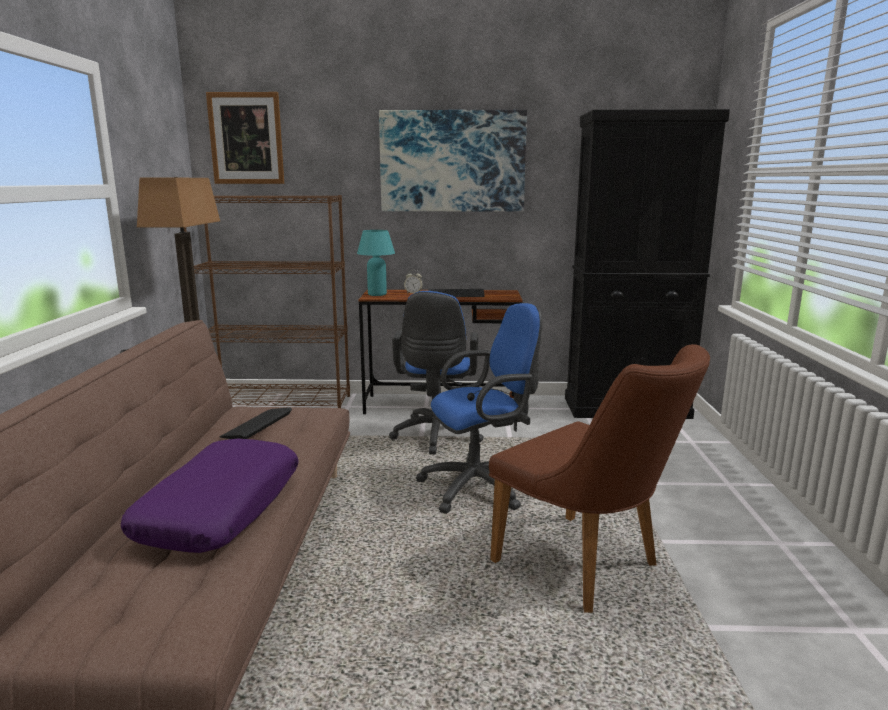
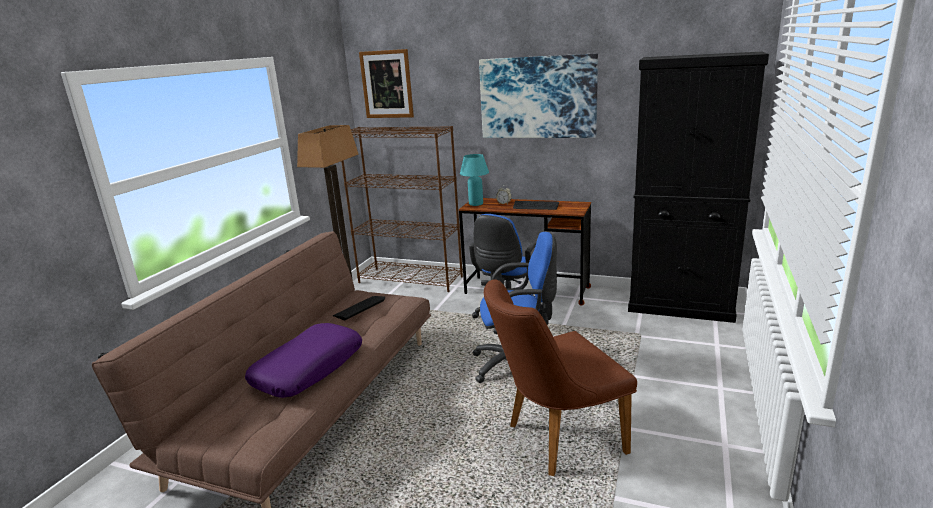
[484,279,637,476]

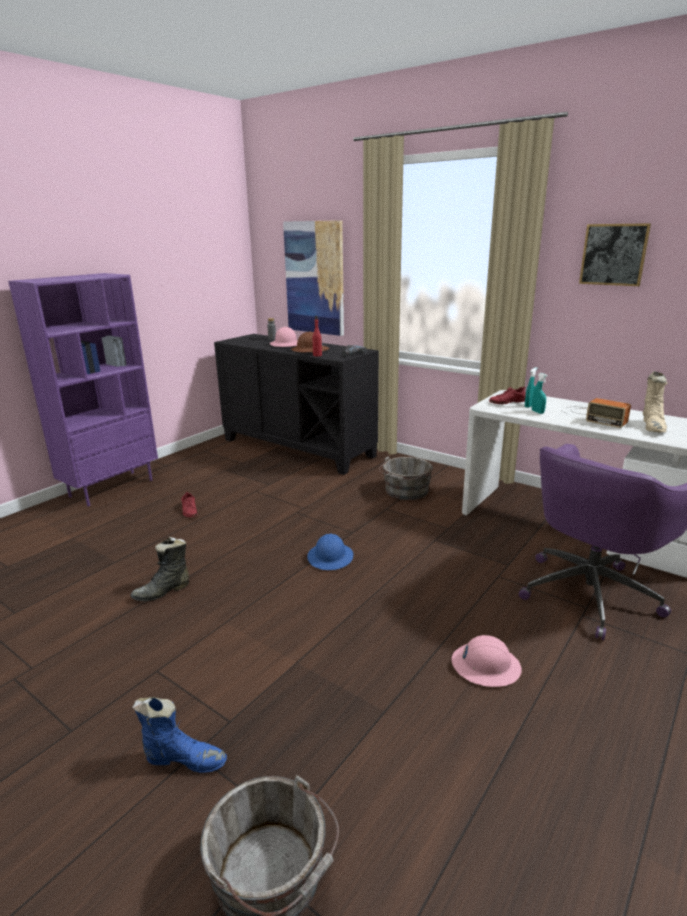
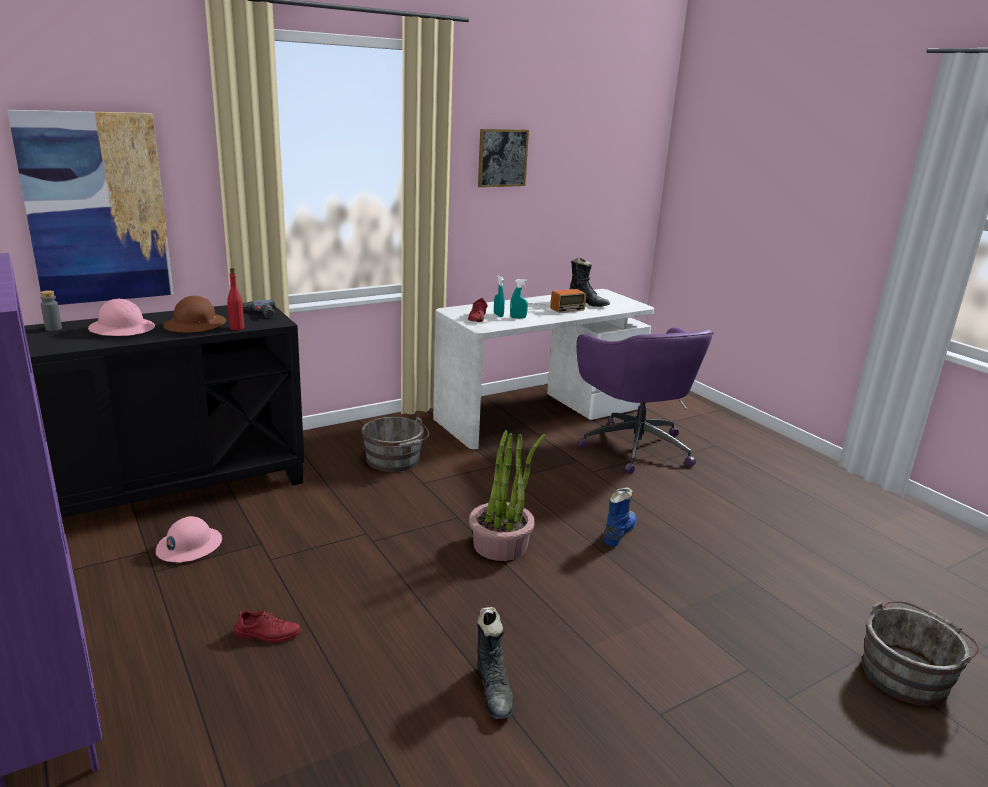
[604,487,636,546]
[469,430,545,561]
[156,516,222,562]
[570,258,610,307]

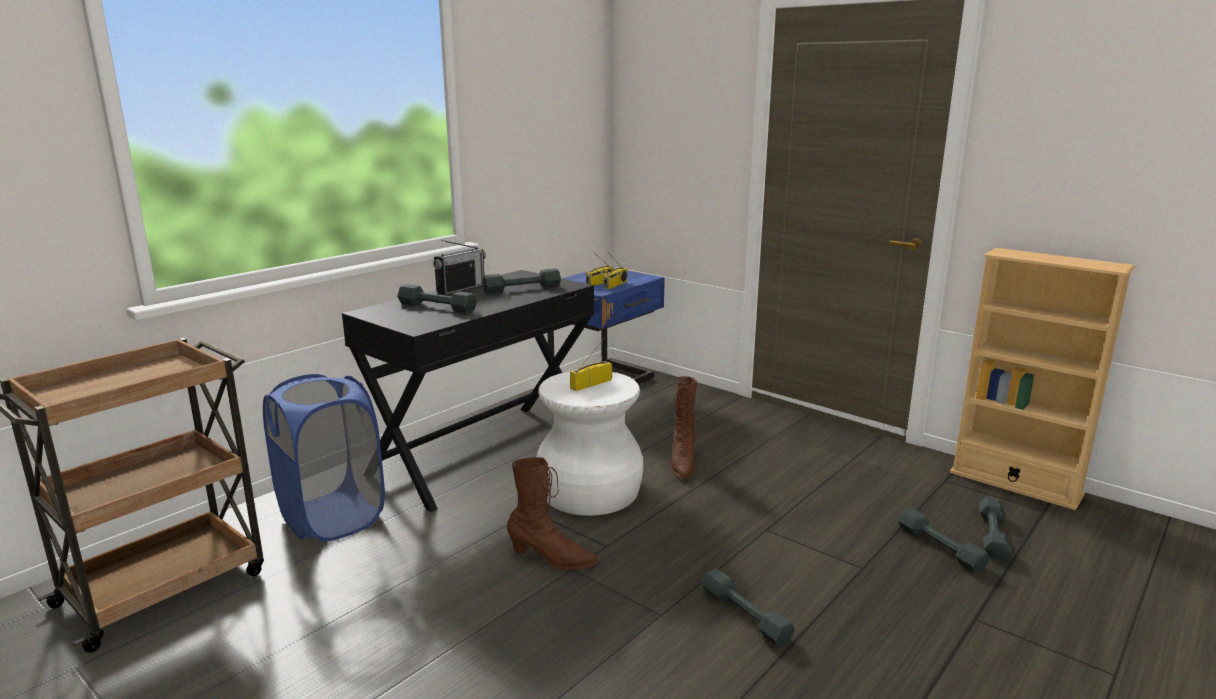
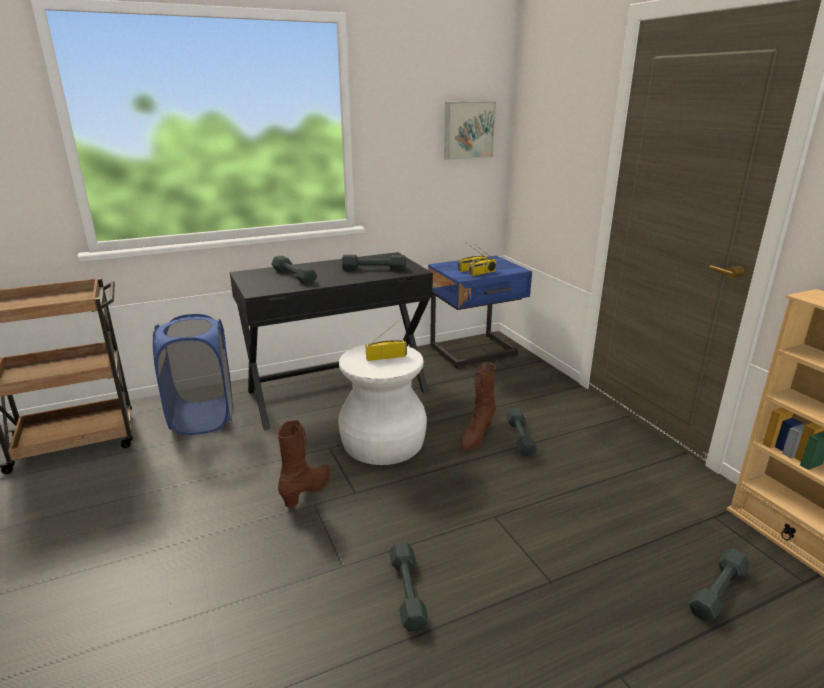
[433,240,486,295] (first image)
[278,420,331,508]
[506,408,537,456]
[444,101,496,160]

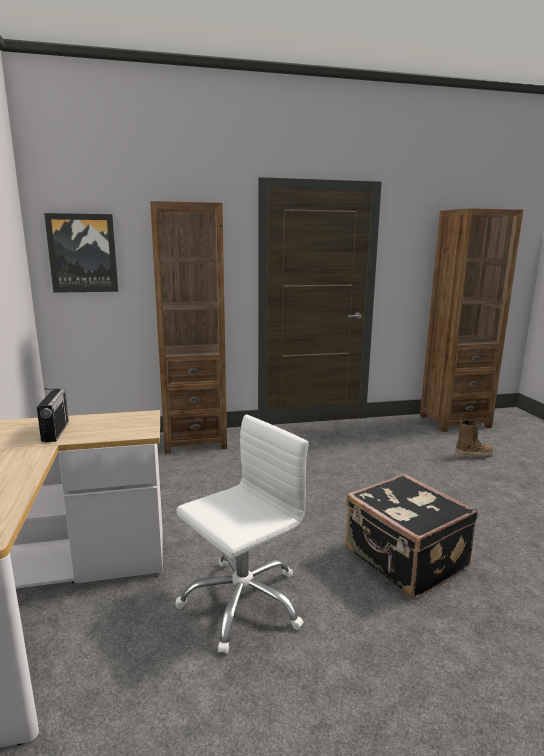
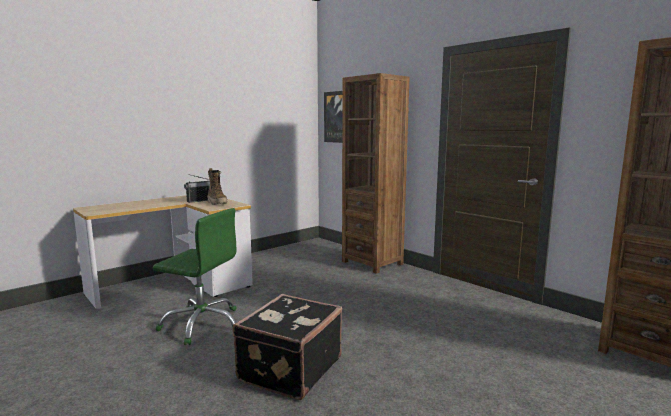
[153,208,237,345]
[207,168,227,205]

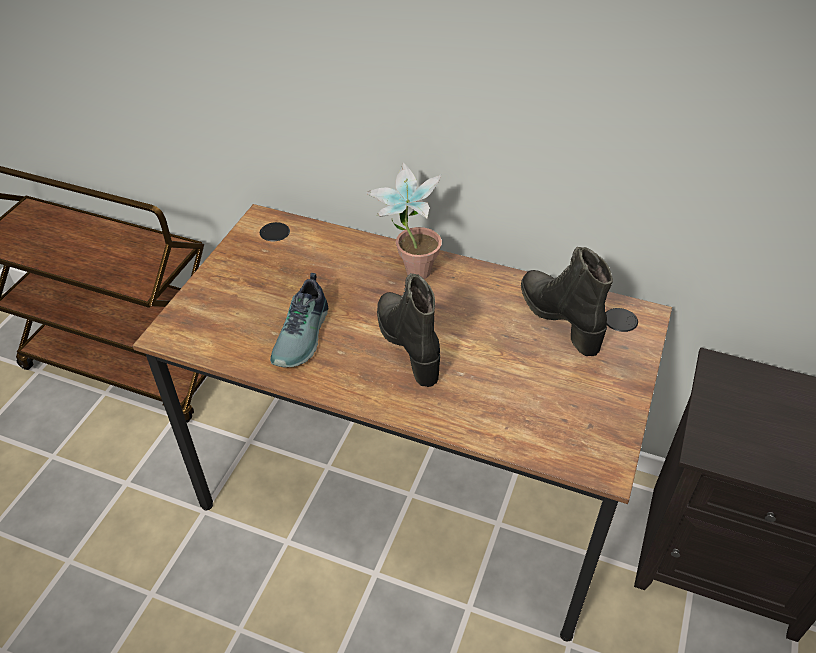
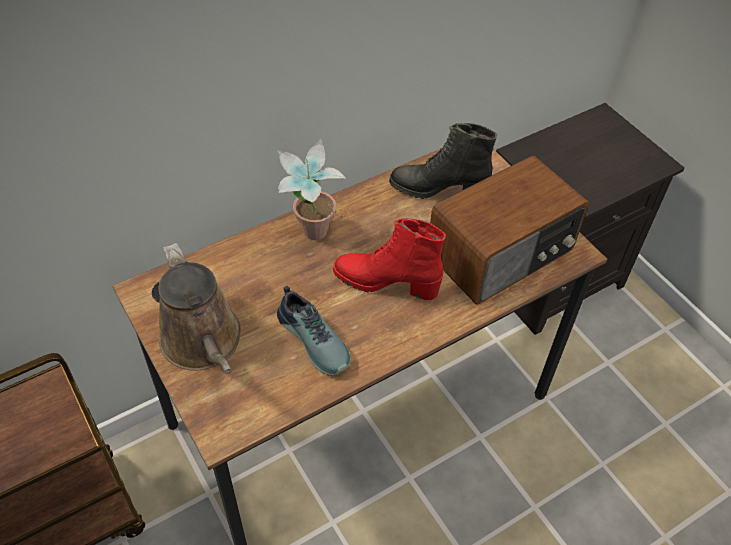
[333,218,446,300]
[158,243,241,374]
[430,156,589,305]

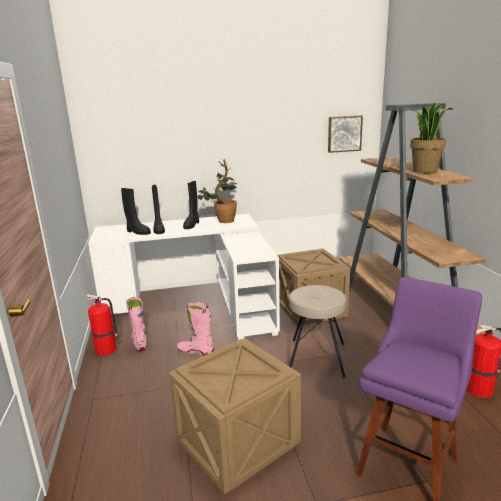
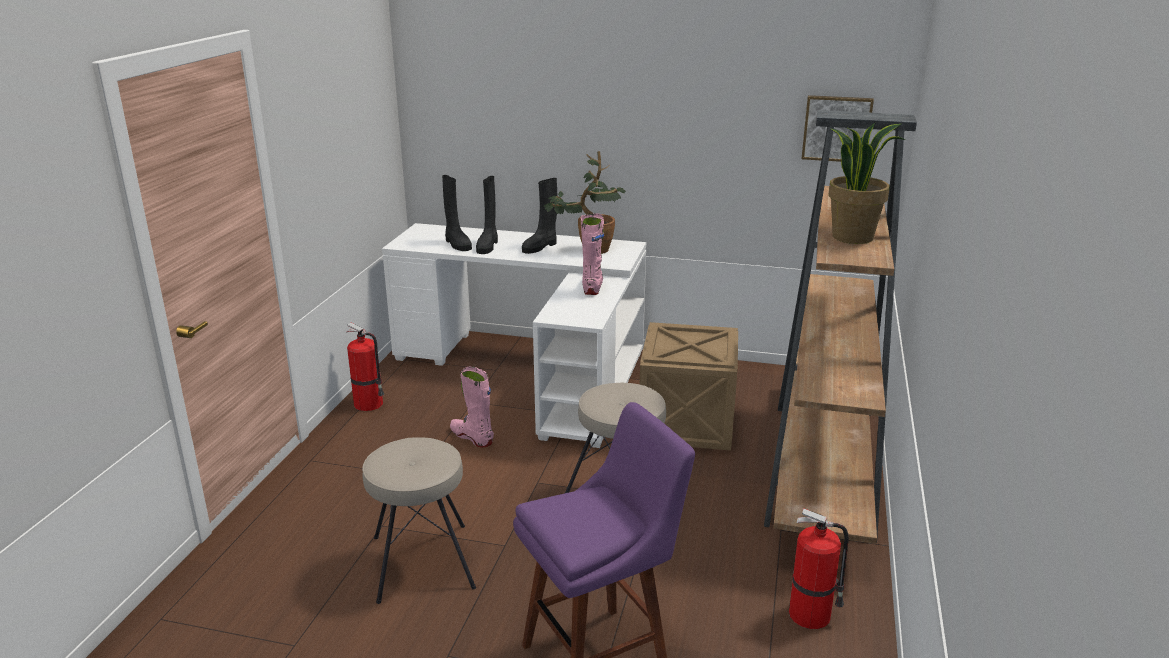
[581,213,604,295]
[362,437,476,604]

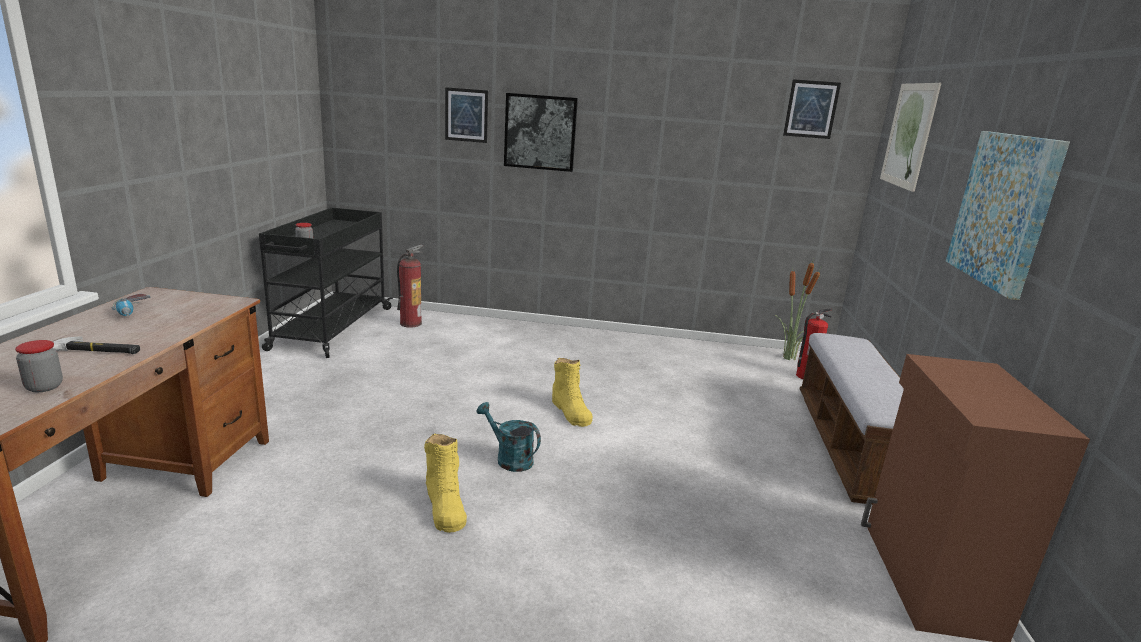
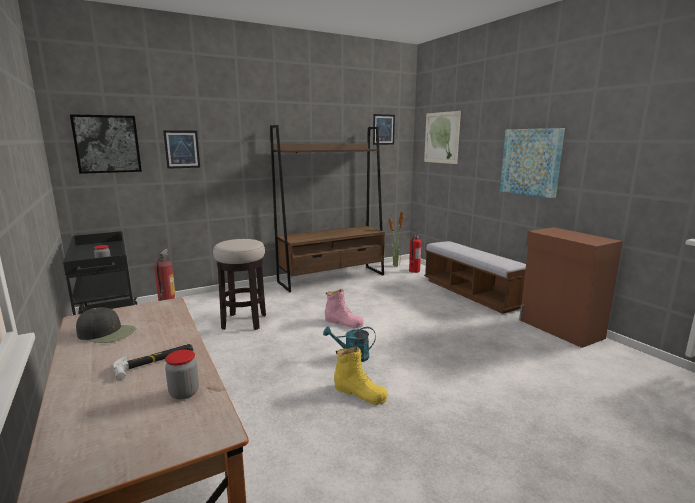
[76,307,136,343]
[70,114,142,174]
[325,289,364,328]
[213,239,266,330]
[270,125,385,293]

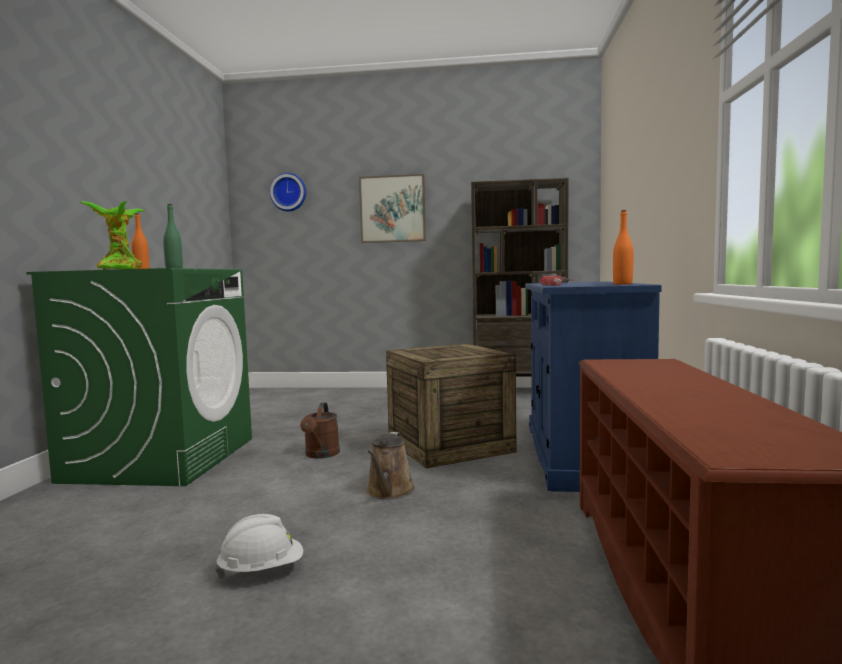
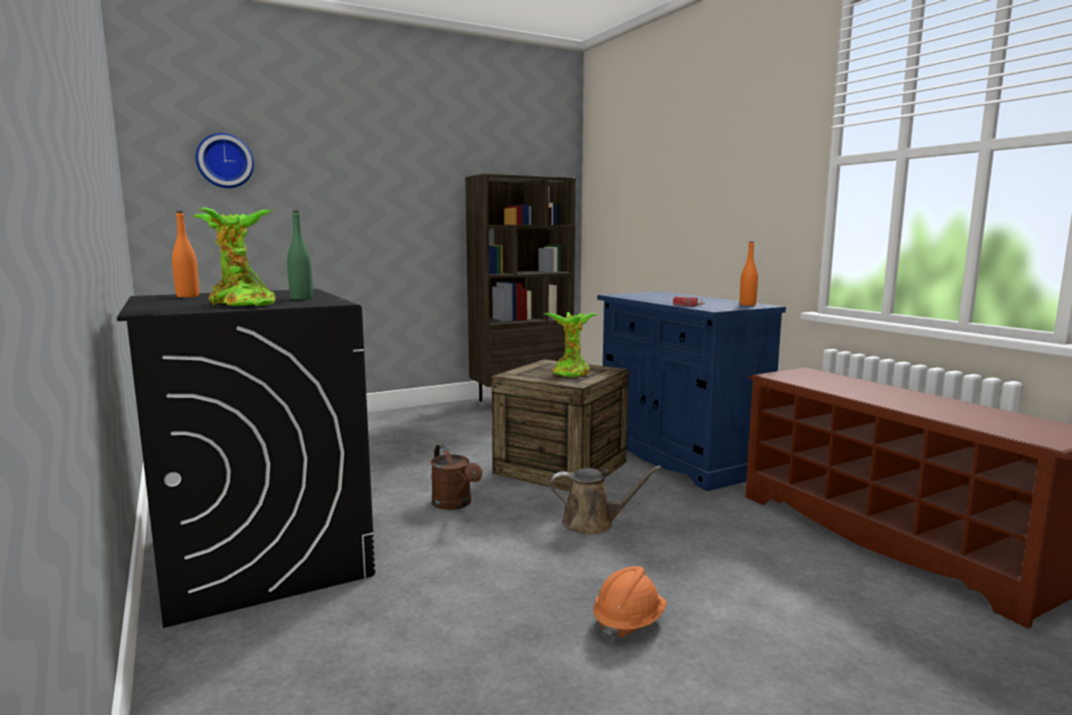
[117,289,375,628]
[593,566,667,641]
[359,174,426,243] (first image)
[550,465,662,535]
[545,312,597,377]

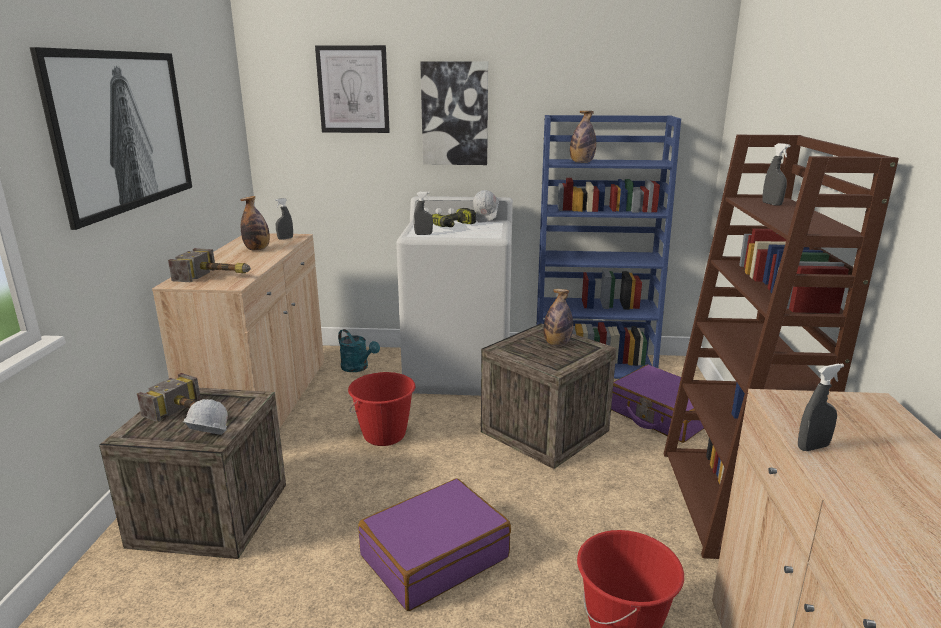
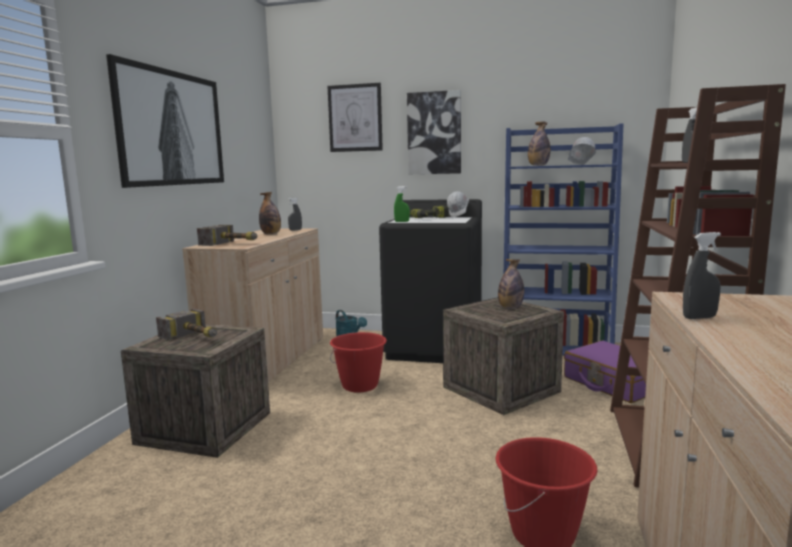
[568,137,596,165]
[358,478,511,611] (first image)
[379,199,482,363]
[394,186,410,222]

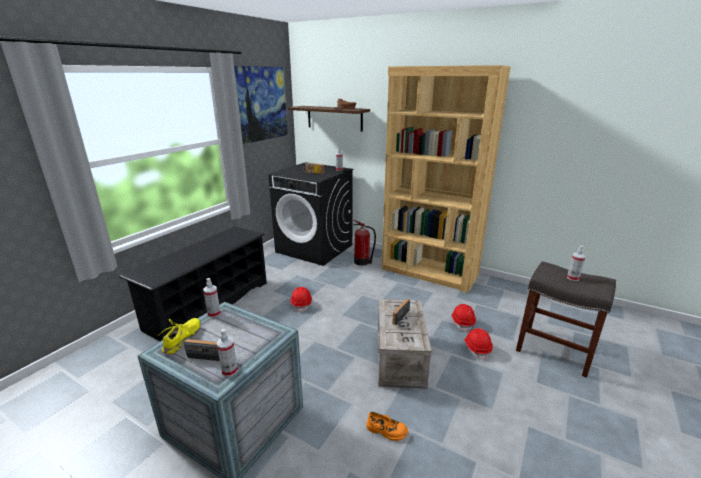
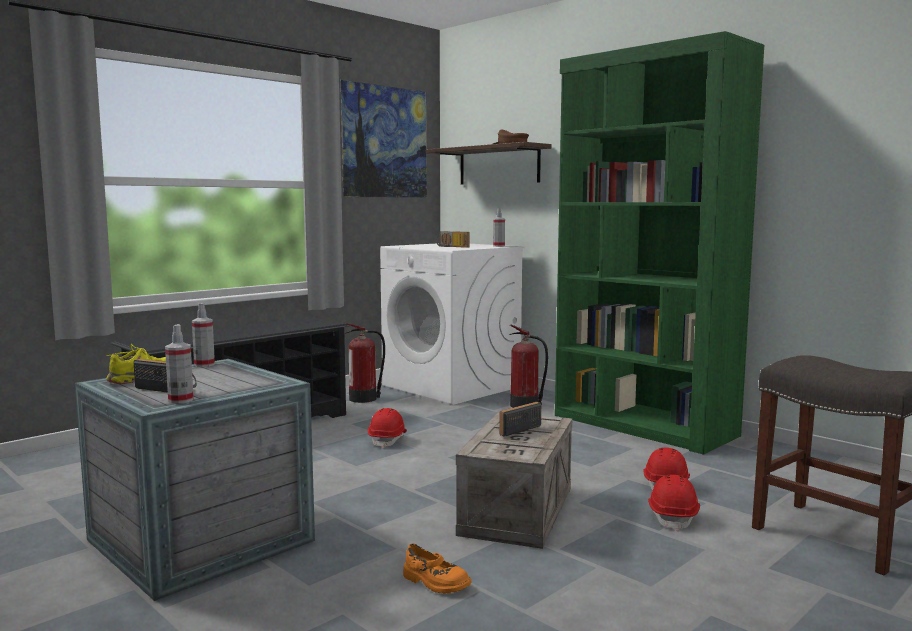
[380,243,525,405]
[555,31,764,455]
[567,245,586,281] (first image)
[345,323,385,403]

